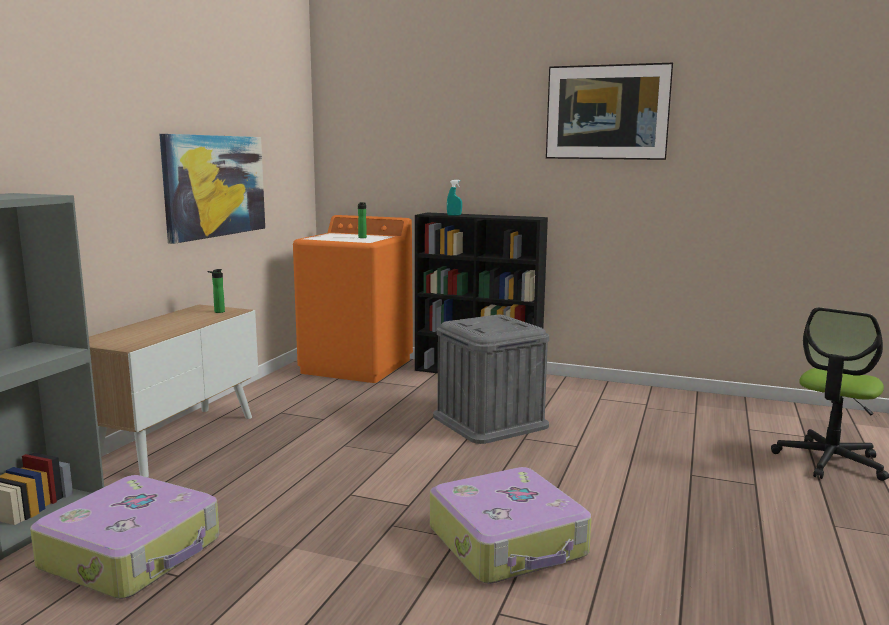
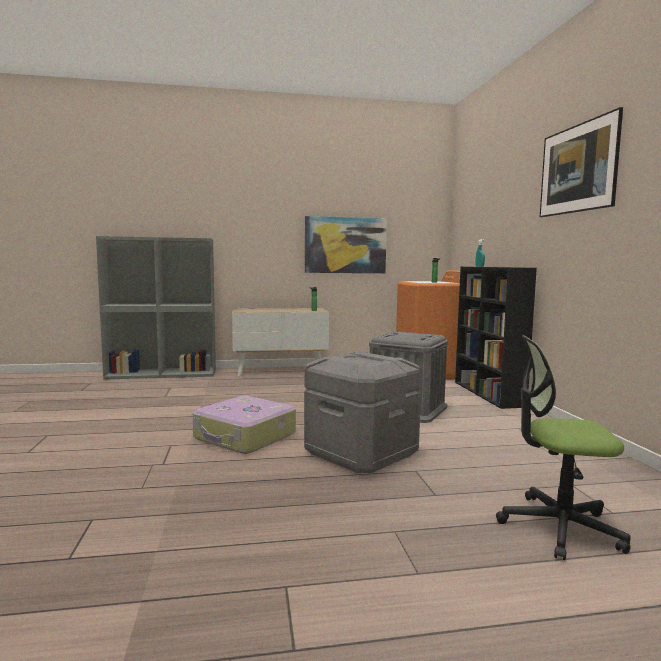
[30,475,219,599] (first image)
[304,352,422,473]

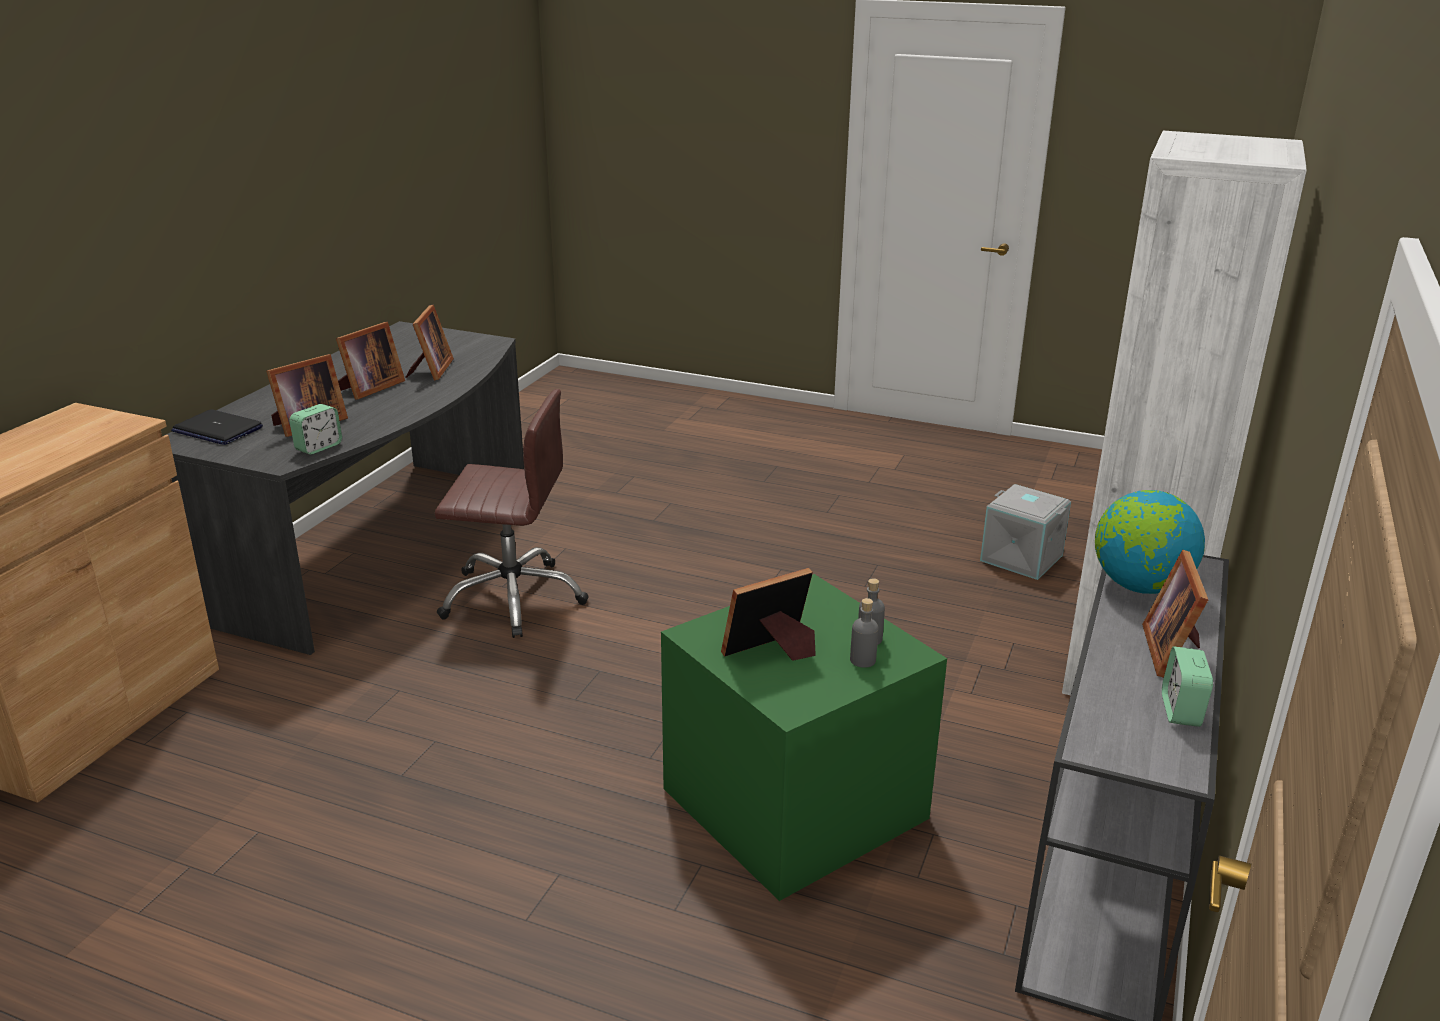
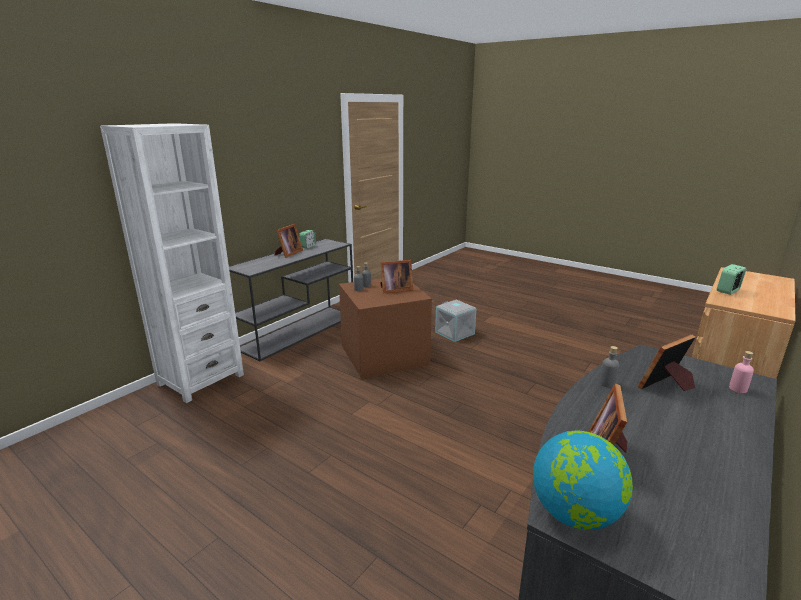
[729,351,754,393]
[717,264,746,295]
[336,322,405,400] (first image)
[435,389,589,638] (first image)
[339,278,432,379]
[435,300,477,342]
[533,431,633,530]
[599,346,619,388]

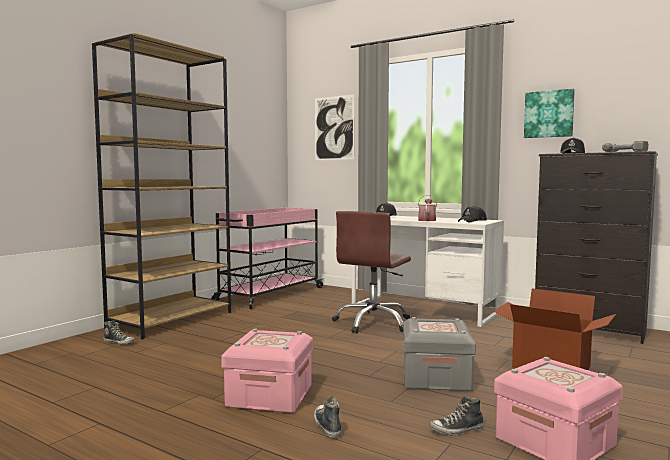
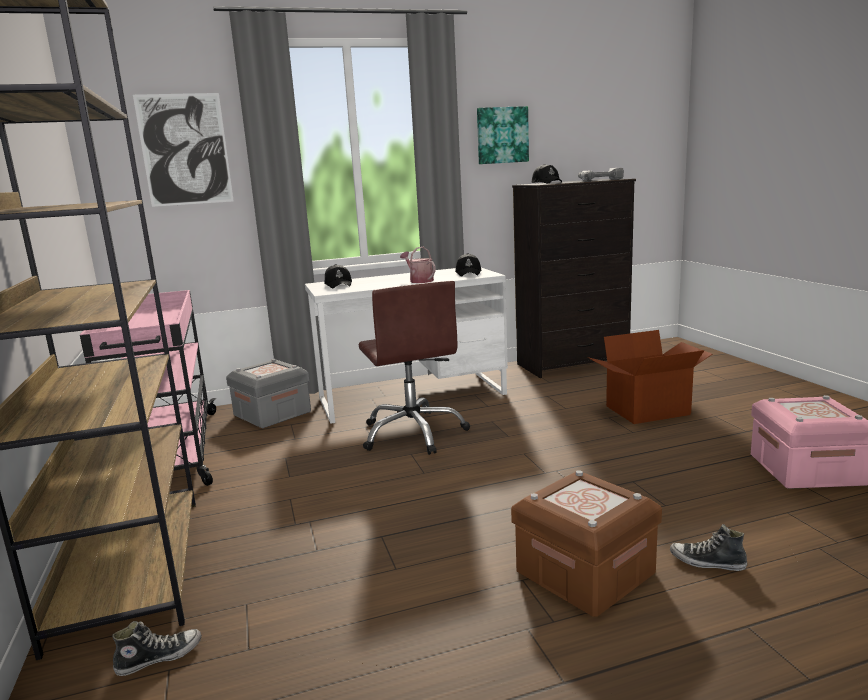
[511,470,662,617]
[226,359,311,428]
[430,395,484,435] (first image)

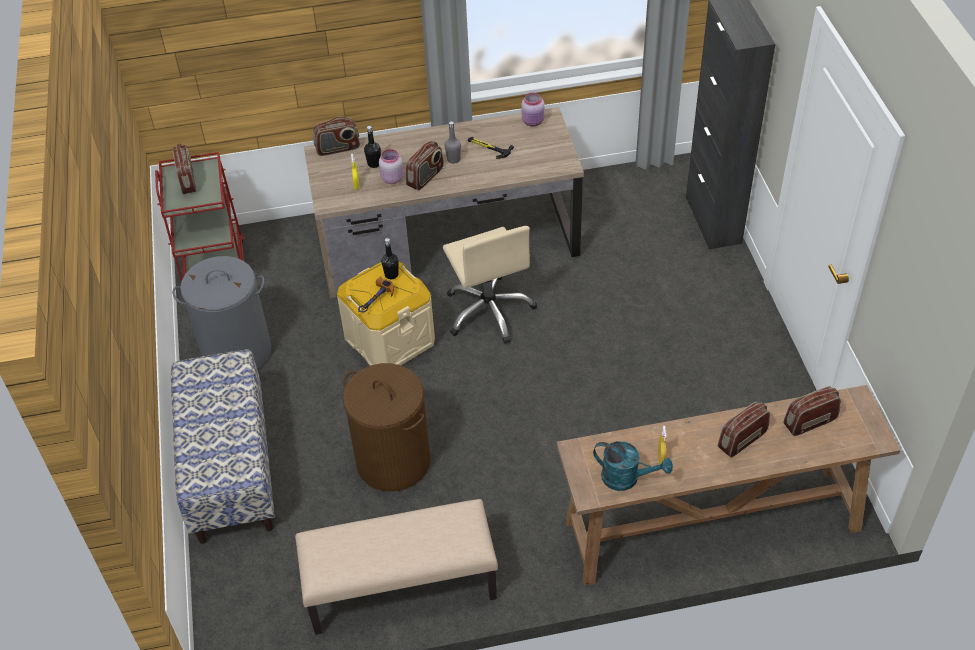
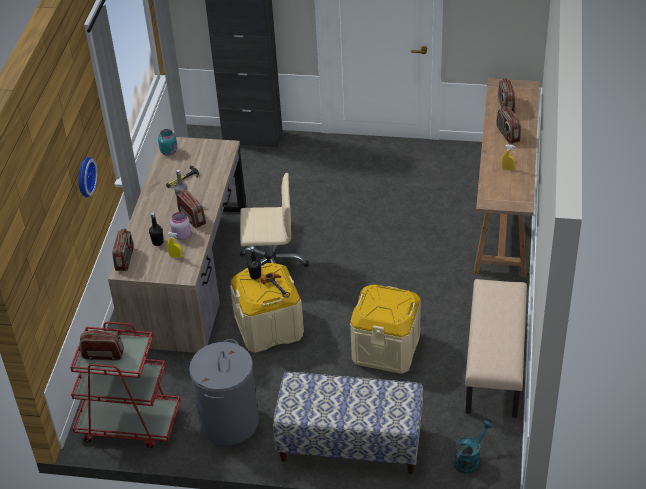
[350,284,421,374]
[158,129,178,156]
[454,420,493,474]
[78,157,97,198]

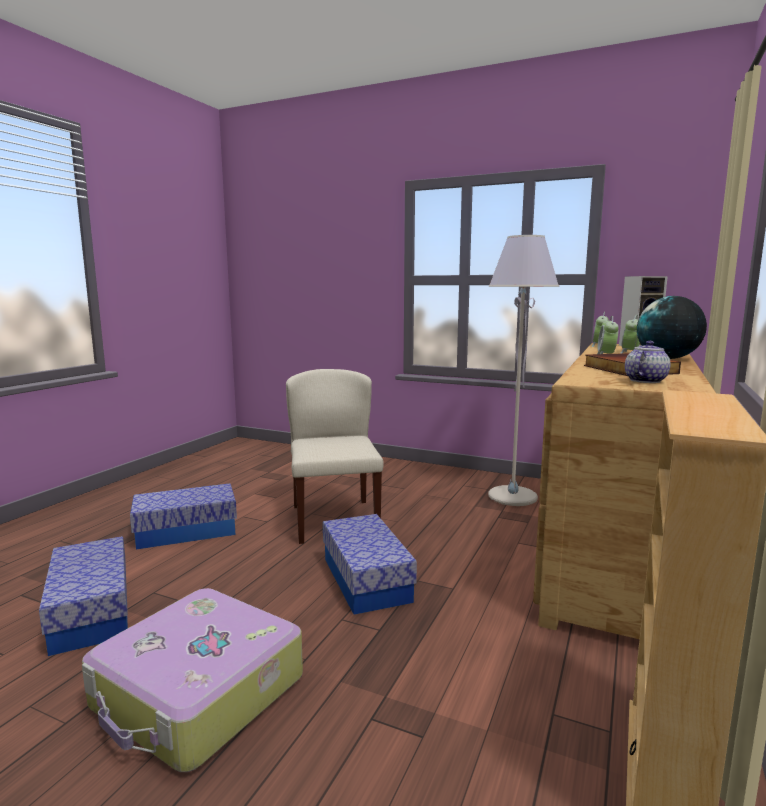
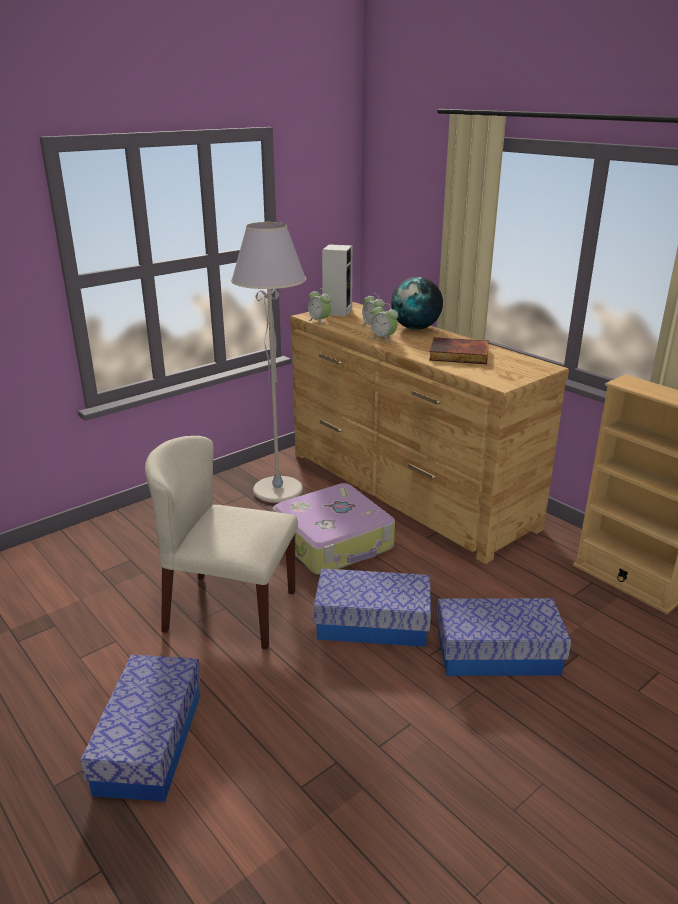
[437,598,571,676]
[272,483,395,575]
[625,341,671,383] (first image)

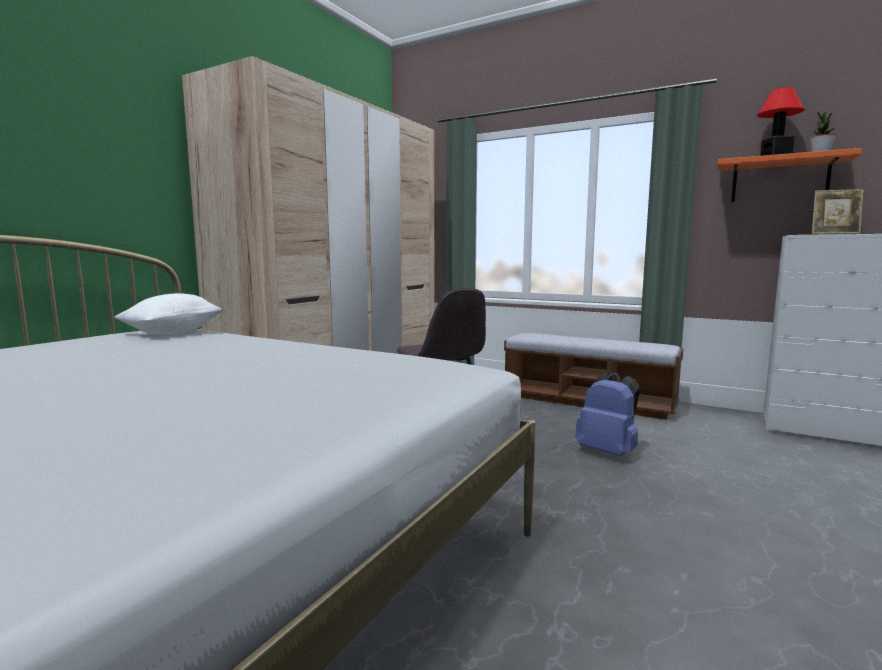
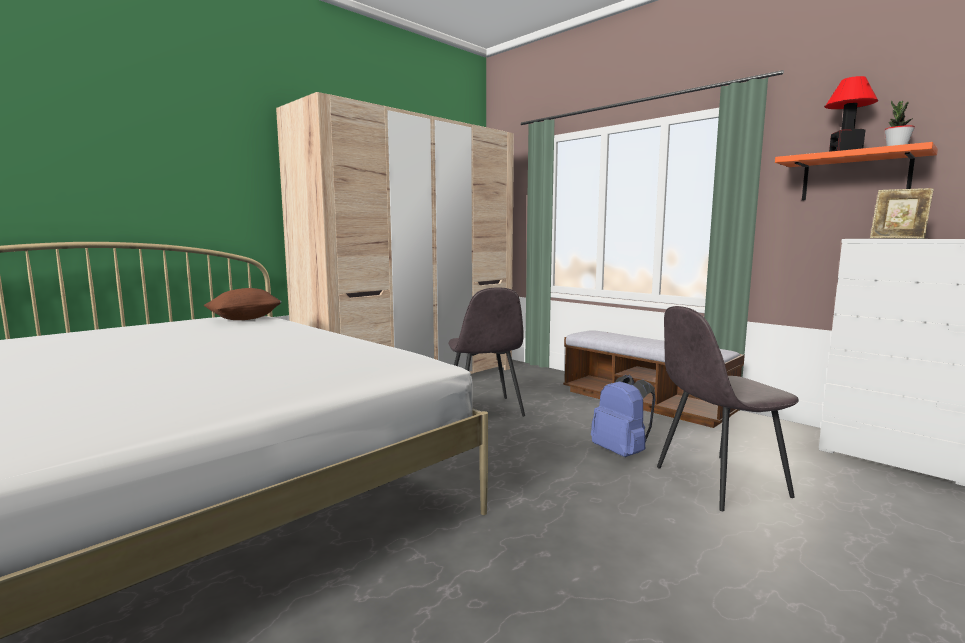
[204,288,282,320]
[657,306,799,511]

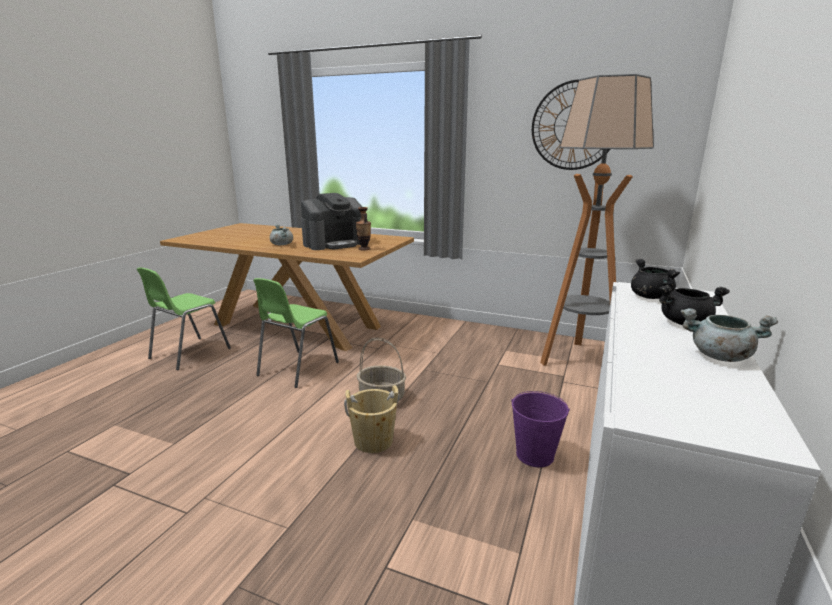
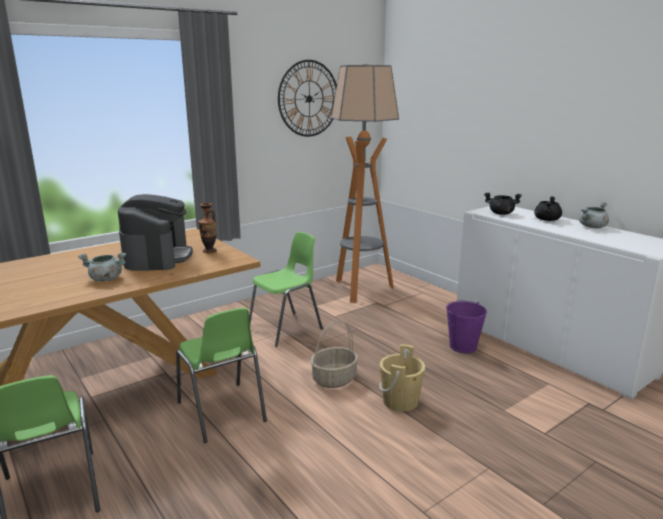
[249,232,323,347]

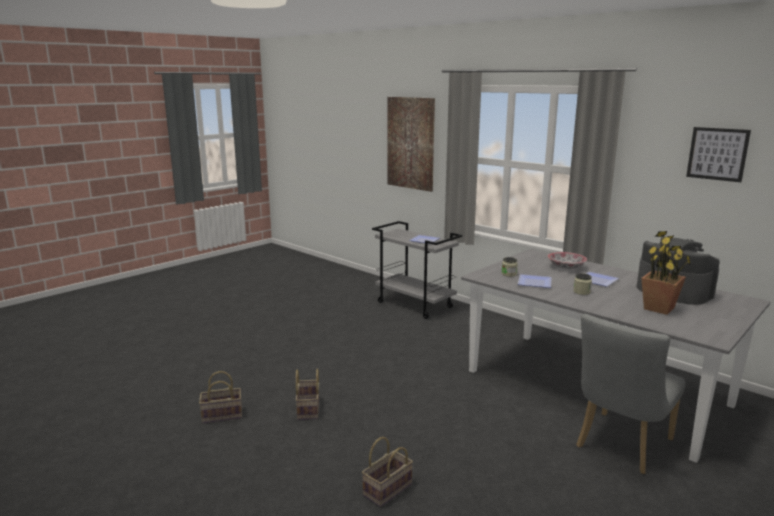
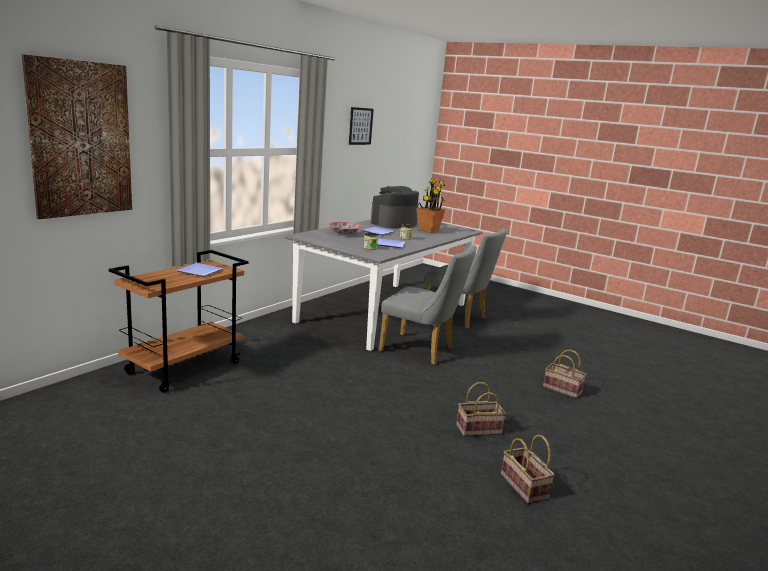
[109,250,249,393]
[379,245,476,365]

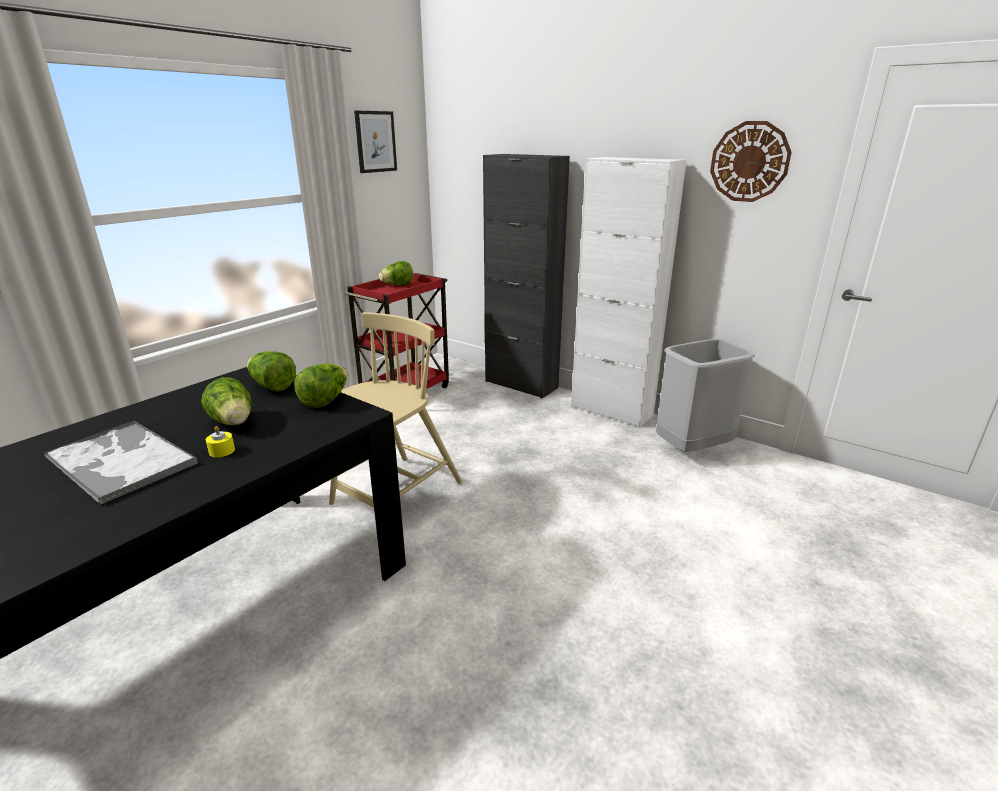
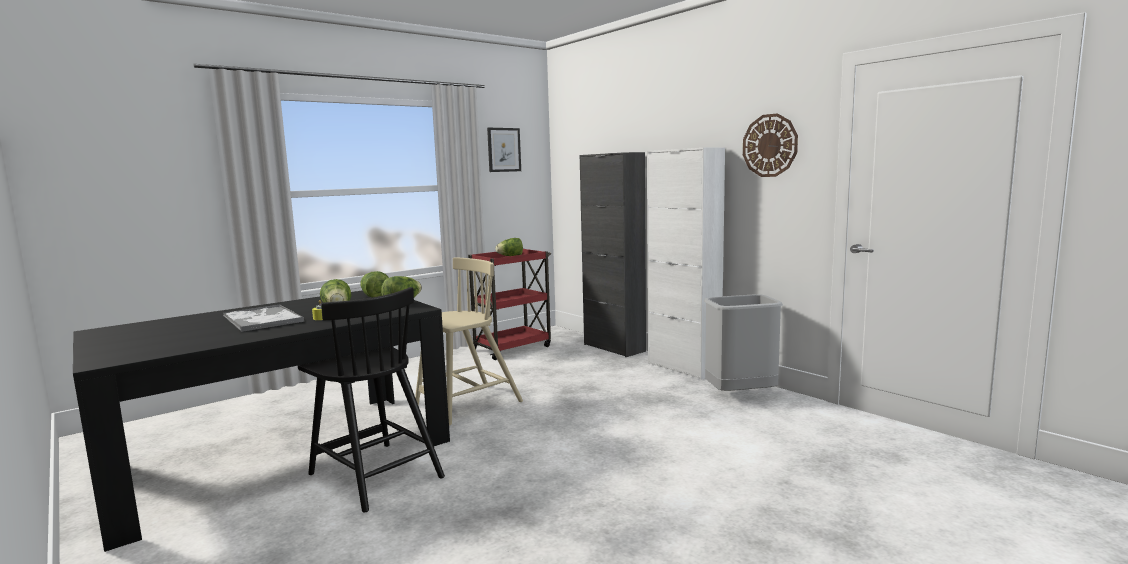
[298,287,445,513]

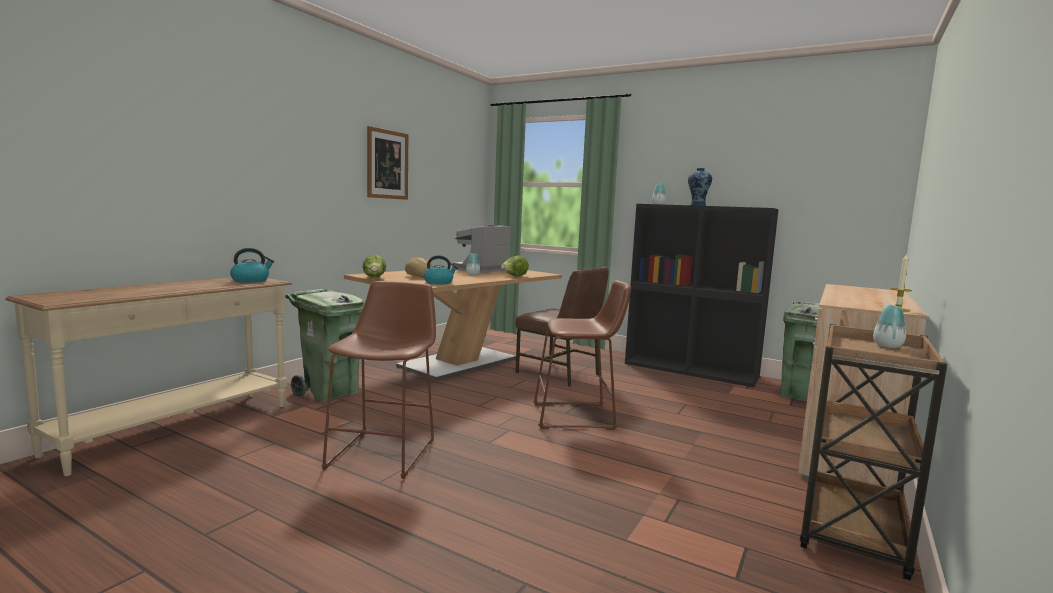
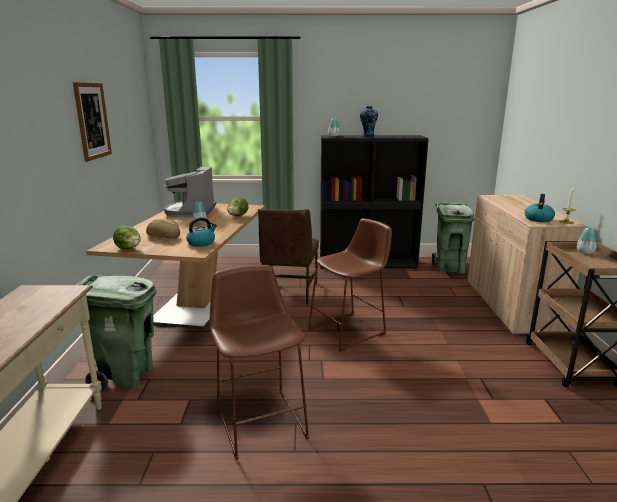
[525,194,555,222]
[258,209,319,304]

